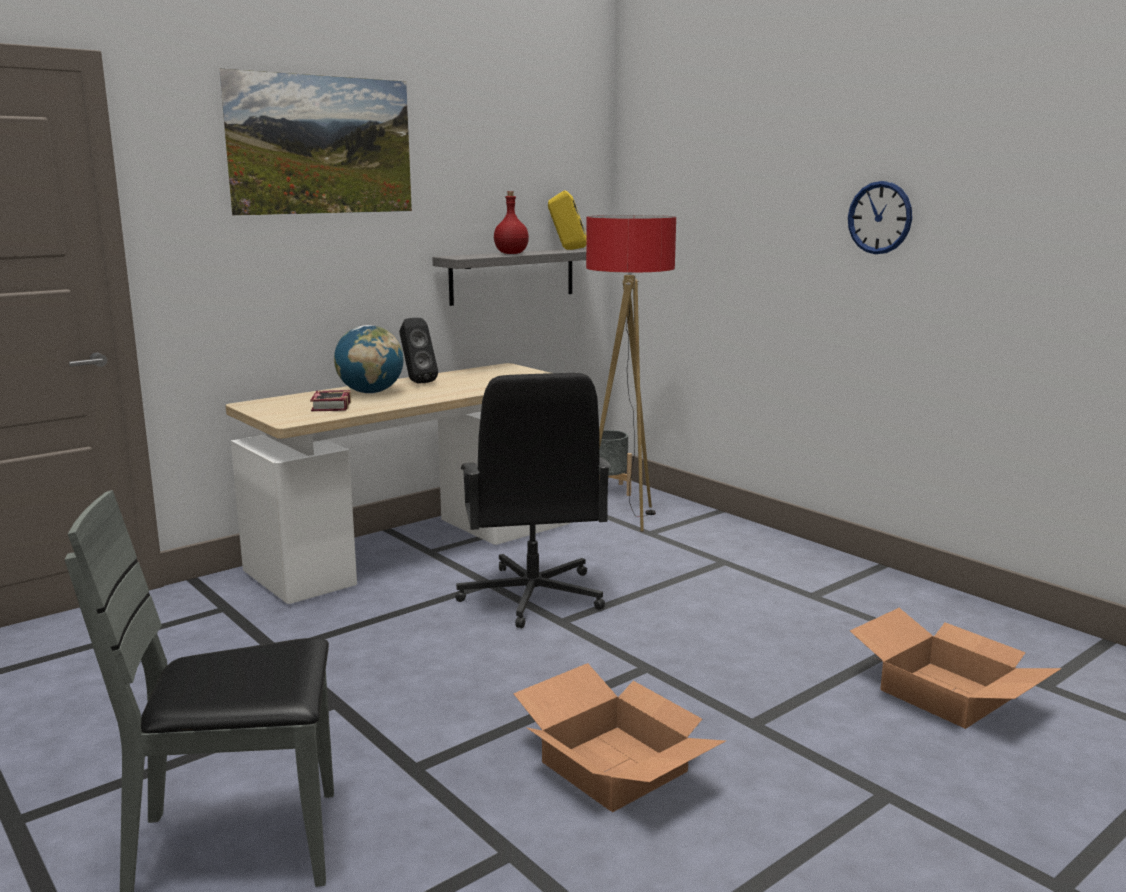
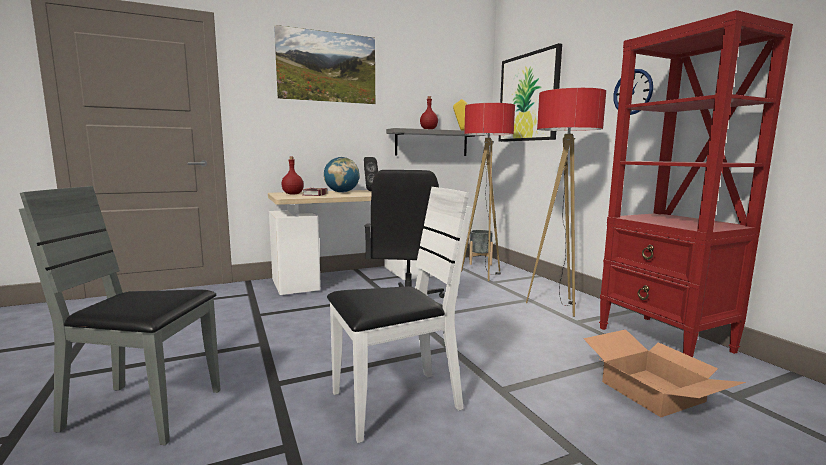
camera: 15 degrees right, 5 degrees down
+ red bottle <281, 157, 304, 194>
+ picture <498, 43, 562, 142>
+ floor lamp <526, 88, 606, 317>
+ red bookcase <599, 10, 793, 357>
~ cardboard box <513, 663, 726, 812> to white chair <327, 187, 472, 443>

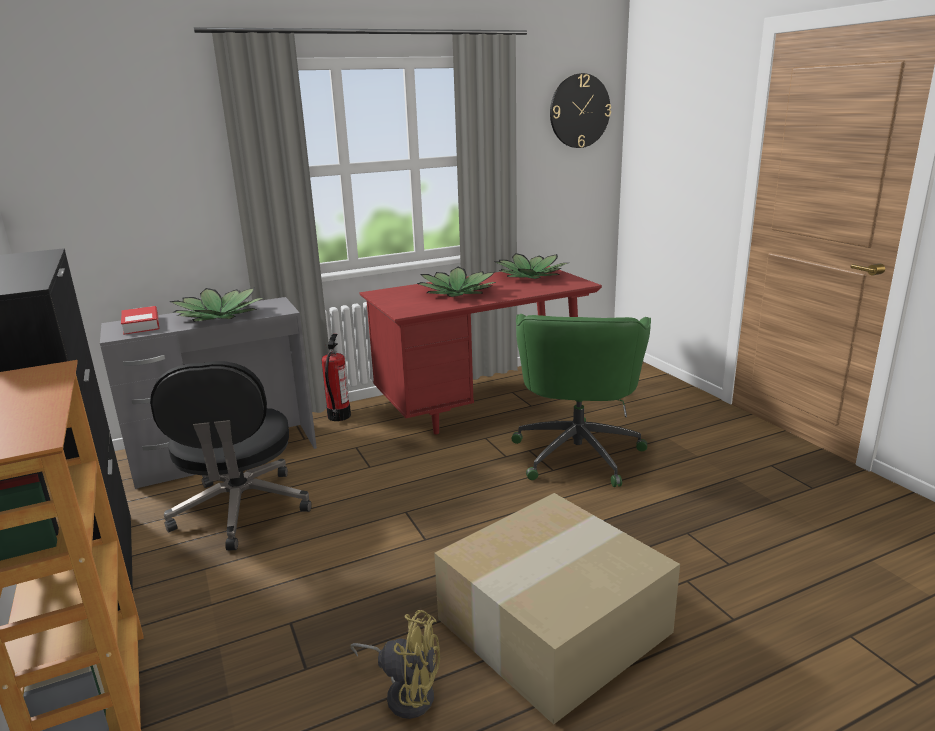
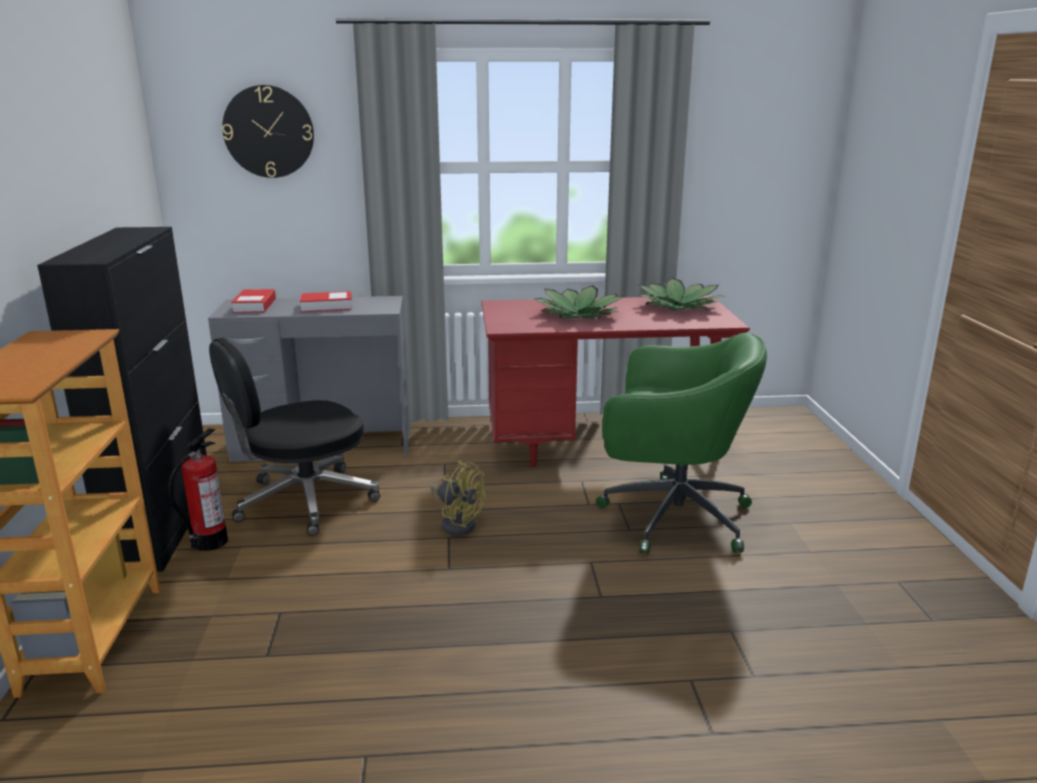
camera: 20 degrees right, 0 degrees up
- cardboard box <434, 493, 680, 725>
~ fire extinguisher <322, 334, 351, 421> to <168, 428, 228, 551>
~ yellow fan <350, 610, 440, 719> to <431, 461, 485, 536>
~ wall clock <550, 73, 611, 148> to <222, 85, 314, 178>
~ potted plant <169, 287, 265, 322> to book <300, 291, 352, 312>
~ black office chair <150, 361, 312, 551> = <209, 337, 380, 536> 45 degrees clockwise
~ green office chair <511, 314, 651, 487> = <596, 333, 767, 554> 105 degrees counterclockwise

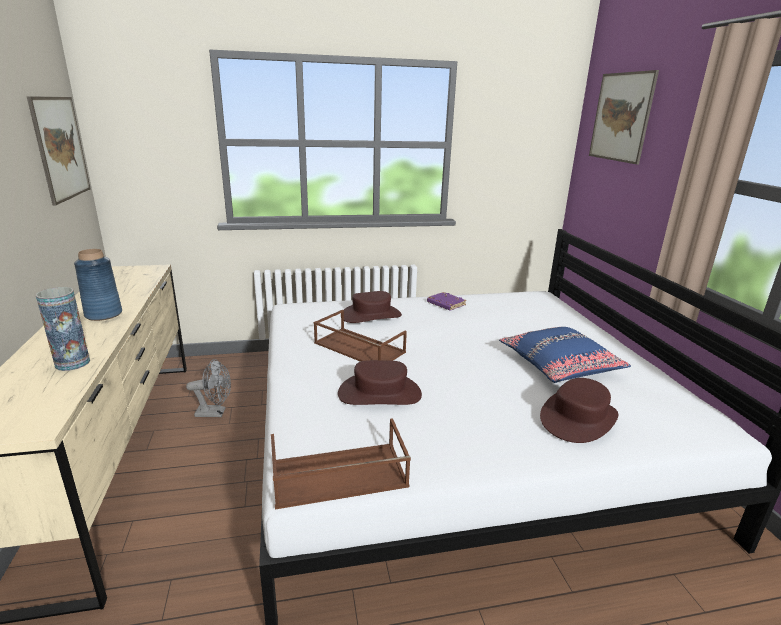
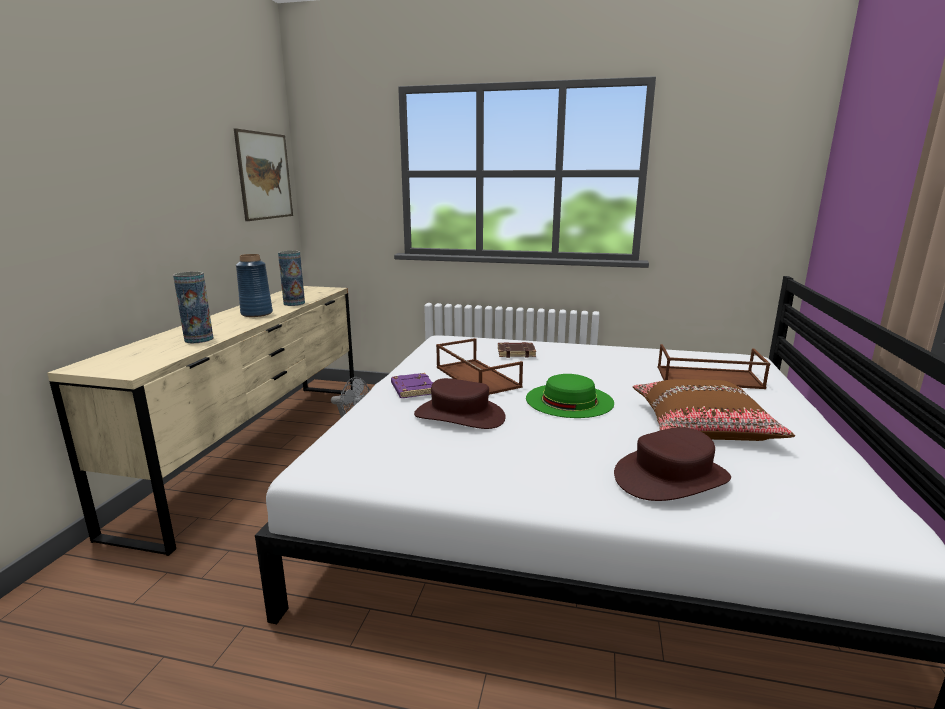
camera: 25 degrees right, 5 degrees down
- picture <589, 70, 659, 164>
+ vase <278, 251, 305, 306>
+ green hat <526, 374, 614, 418>
~ brown tray <271, 418, 411, 510> to <657, 344, 771, 389>
~ purple book <427, 292, 466, 311> to <391, 373, 433, 398>
~ brown hat <344, 291, 402, 323> to brown book <498, 342, 536, 358>
~ blue pillow <499, 327, 631, 383> to brown pillow <633, 379, 795, 441>

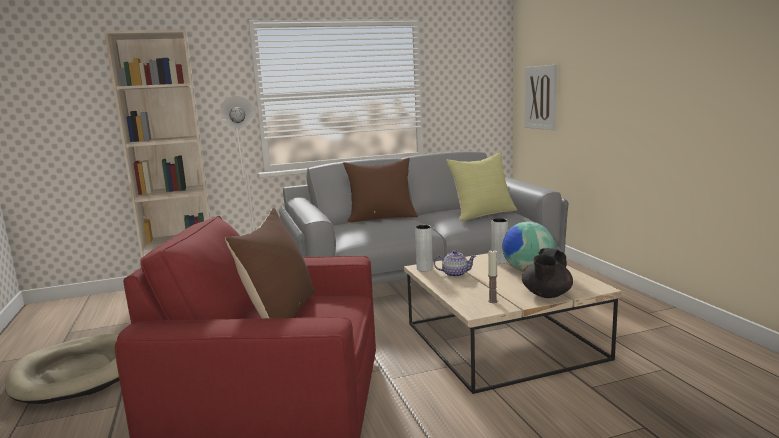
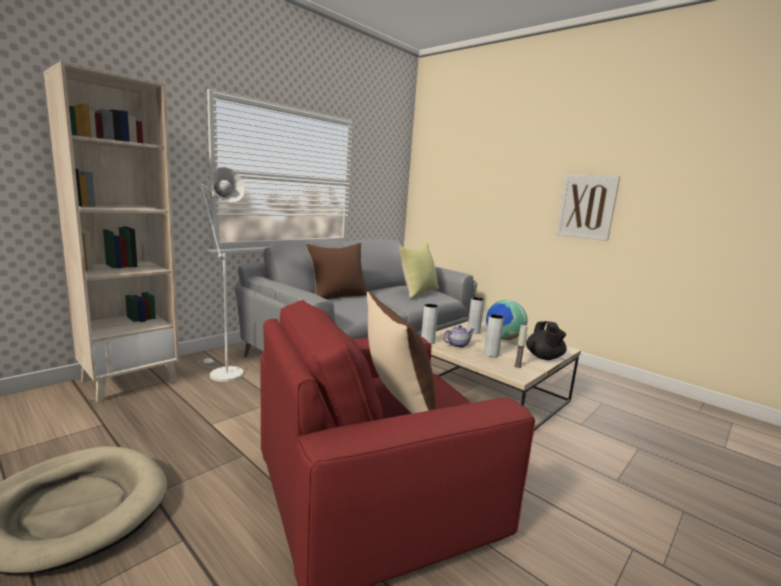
camera: 30 degrees left, 0 degrees up
+ grey vase <484, 314, 504, 357>
~ picture <525, 65, 557, 130> to <556, 174, 620, 241>

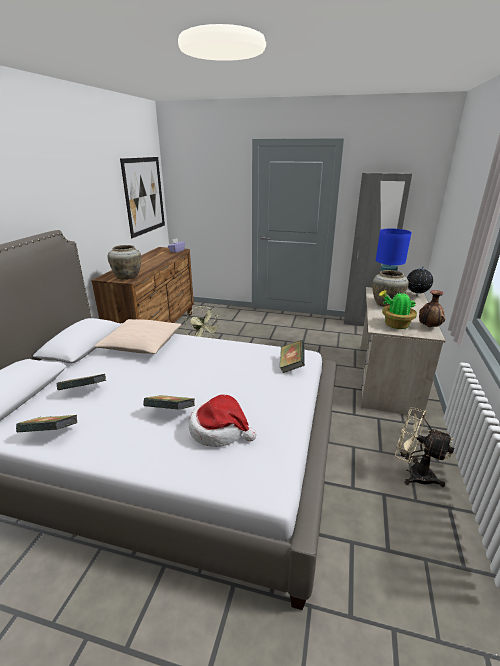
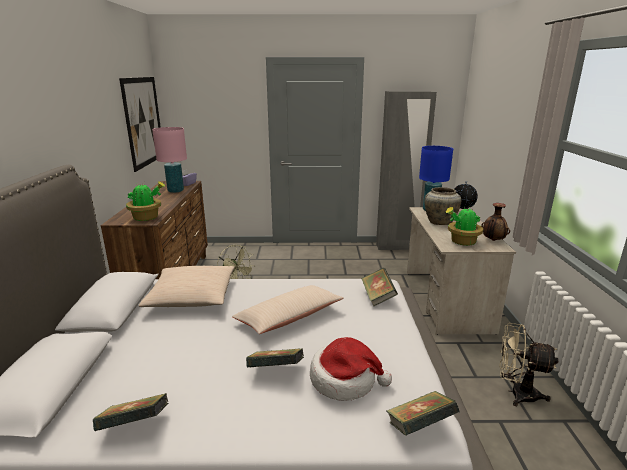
camera: 15 degrees left, 5 degrees down
+ pink table lamp <152, 127, 187, 193>
+ beige pillow <232, 285, 344, 334>
~ book <57, 374, 106, 390> to <387, 391, 459, 436>
~ beige vase <108, 245, 141, 279> to potted plant <126, 181, 165, 221>

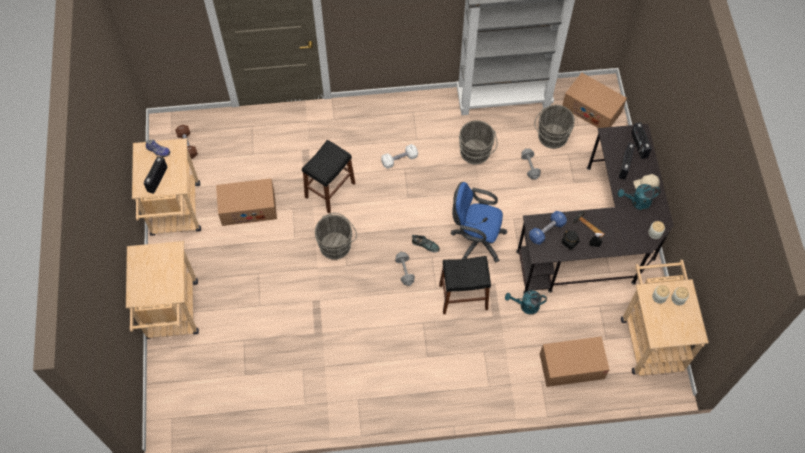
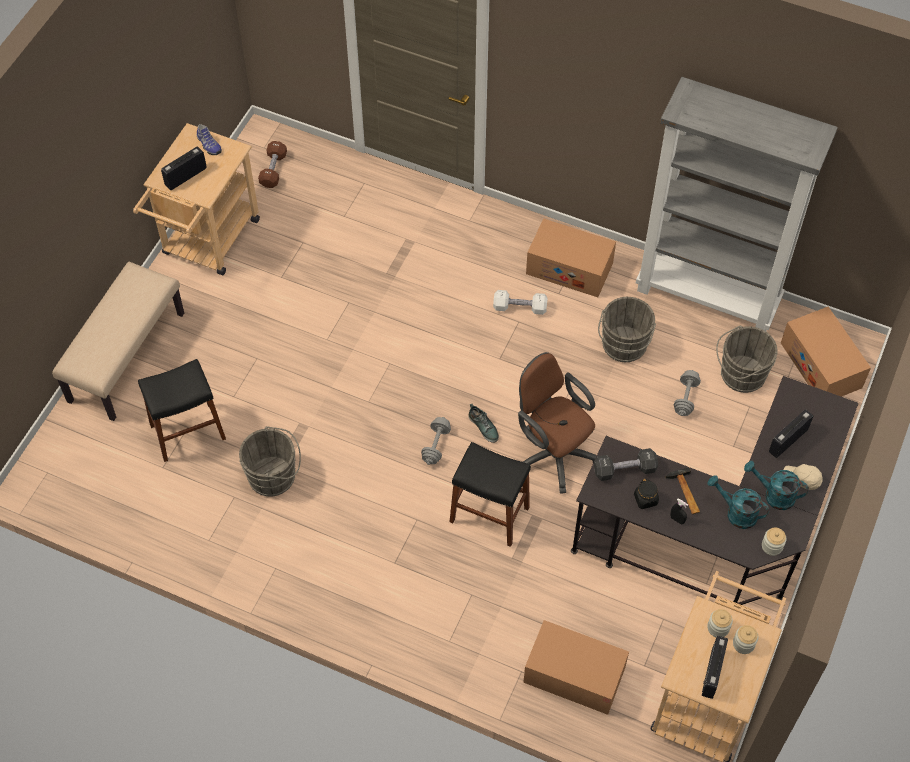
camera: 30 degrees right, 5 degrees down
~ cardboard box <216, 178, 277, 226> to <526, 218, 616, 297>
~ black stool <302, 140, 355, 214> to <138, 359, 226, 462>
~ grey bucket <315, 213, 357, 260> to <239, 426, 301, 496>
~ turquoise watering can <505, 290, 547, 315> to <707, 475, 769, 529>
~ radio <631, 122, 651, 159> to <702, 636, 728, 699>
~ beige cart <126, 241, 199, 339> to beige bench <52, 262, 184, 421>
~ blue office chair <451, 182, 507, 262> to brown office chair <518, 352, 596, 494>
~ blue dumbbell <529, 211, 567, 245> to black dumbbell <594, 448, 658, 481>

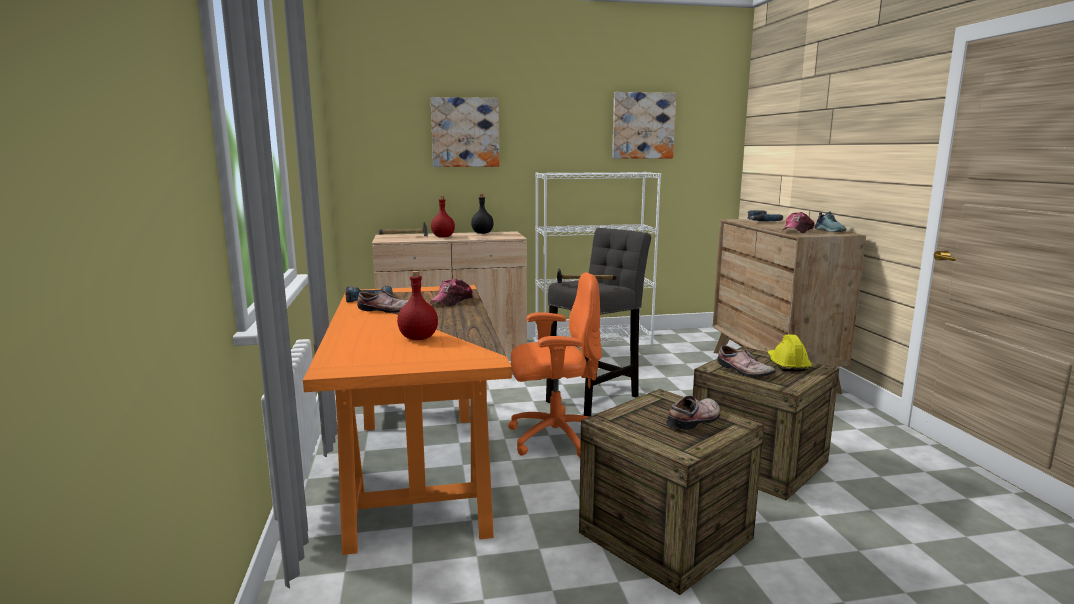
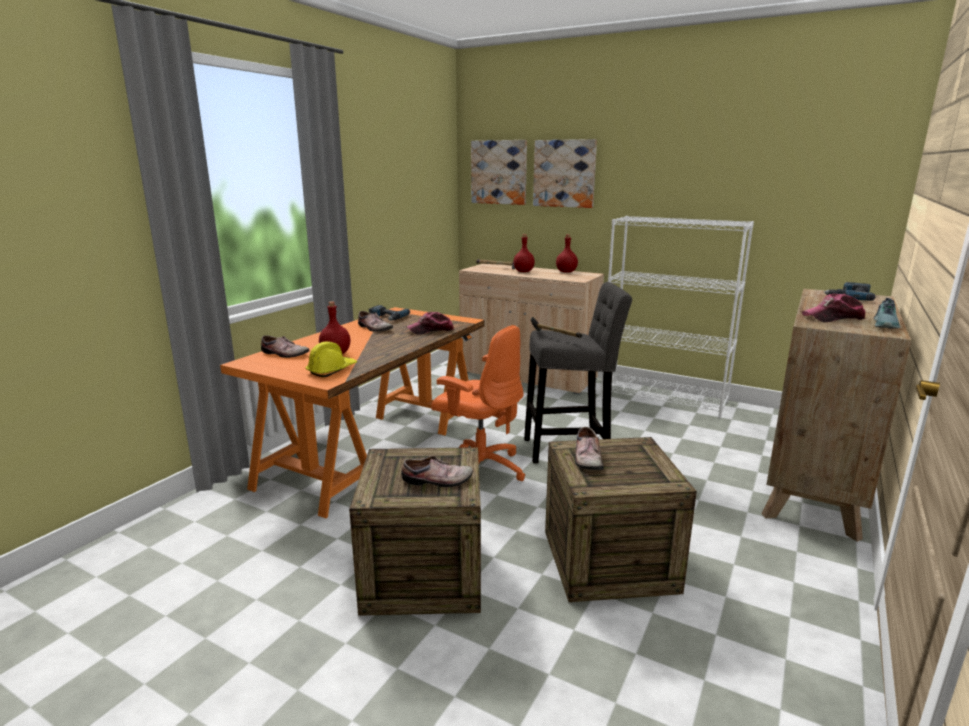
camera: 40 degrees right, 5 degrees up
+ shoe <261, 335, 310, 358>
~ picture <612, 92, 676, 159> to <471, 140, 527, 205>
~ yellow hard hat <768, 334, 812, 371> to <305, 341, 357, 377>
~ black bottle <471, 194, 494, 234> to red bottle <556, 234, 578, 273>

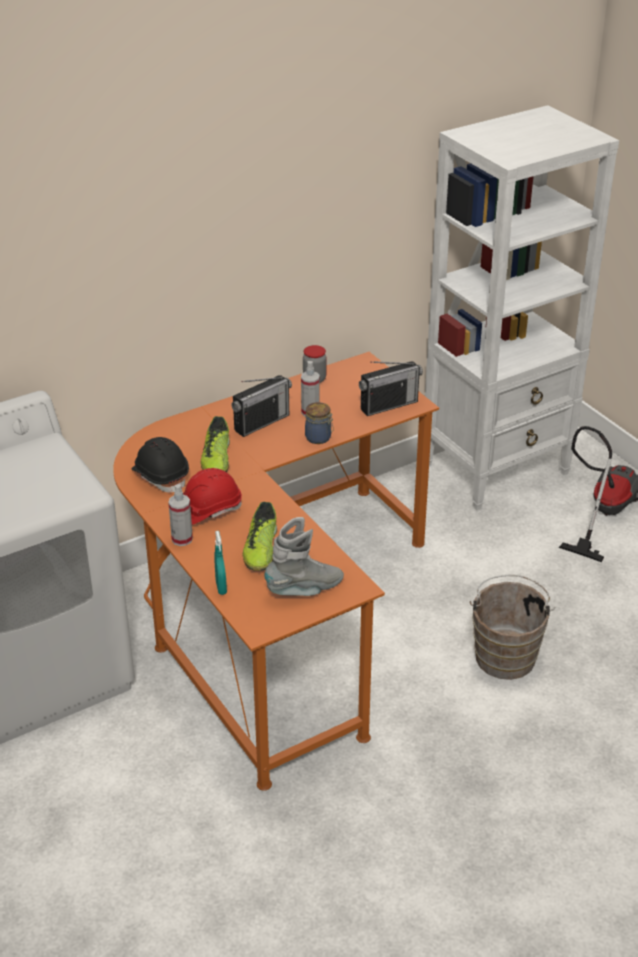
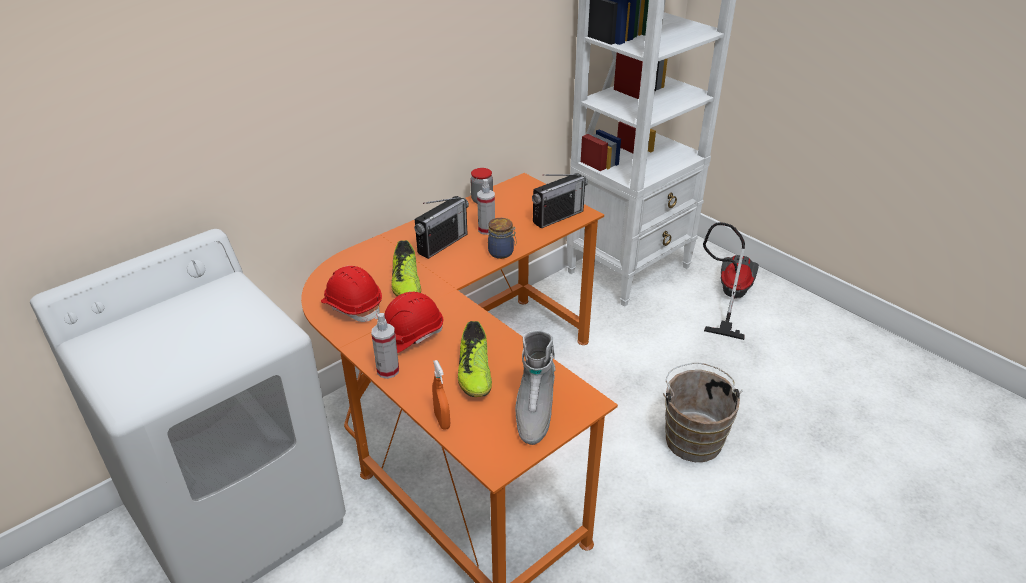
camera: 10 degrees left, 0 degrees up
~ black hard hat <132, 437, 189, 492> to red hard hat <321, 266, 382, 322>
~ turquoise spray bottle <214, 531, 227, 595> to orange spray bottle <432, 360, 450, 430>
~ grey boot <264, 517, 344, 596> = <515, 330, 556, 445> 135 degrees clockwise

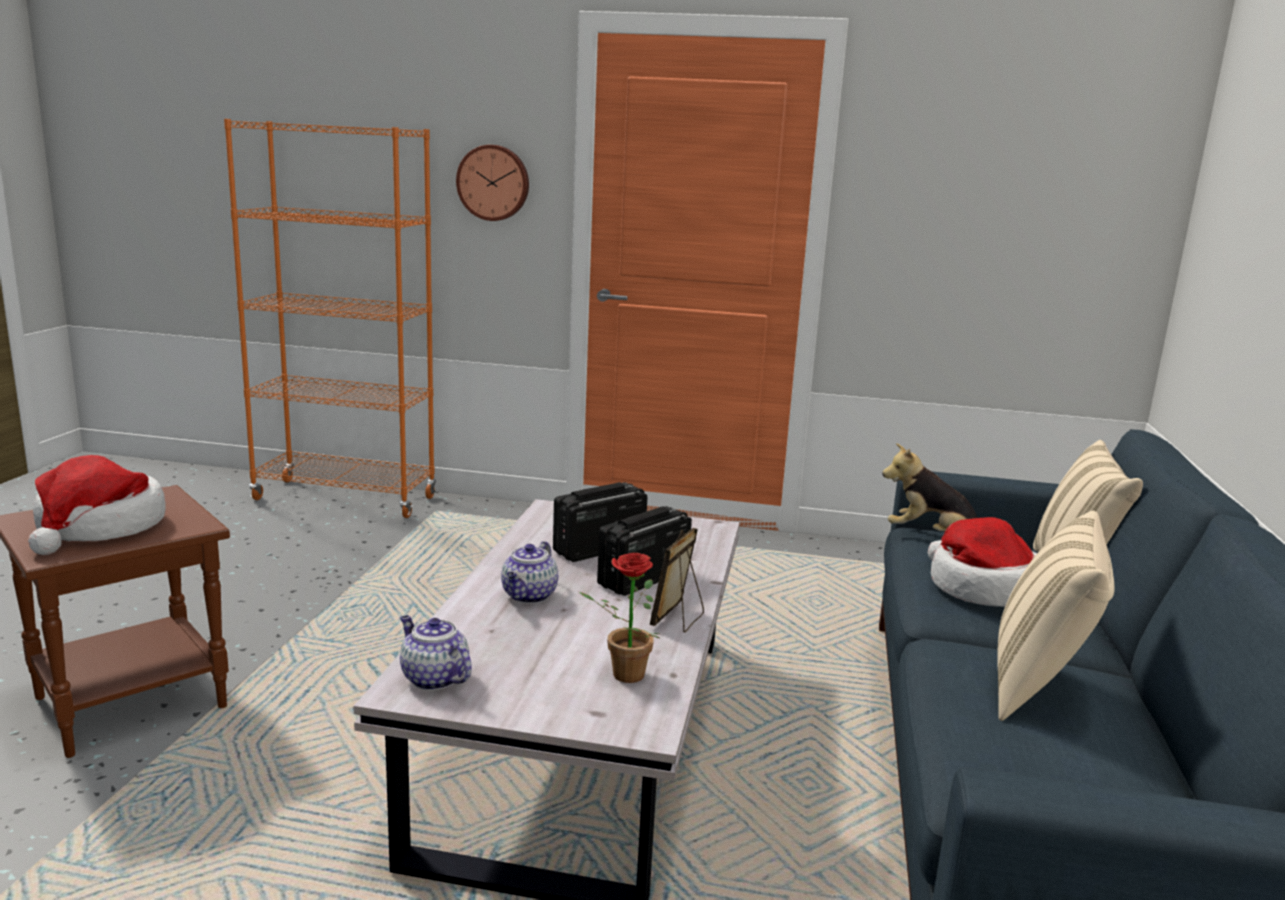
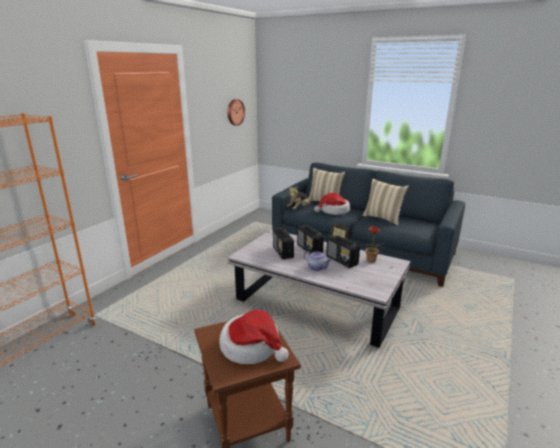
camera: 70 degrees left, 5 degrees up
- teapot <400, 615, 472, 691>
+ radio <326, 235, 360, 268>
~ wall clock <456, 145, 529, 221> to <228, 99, 245, 126>

